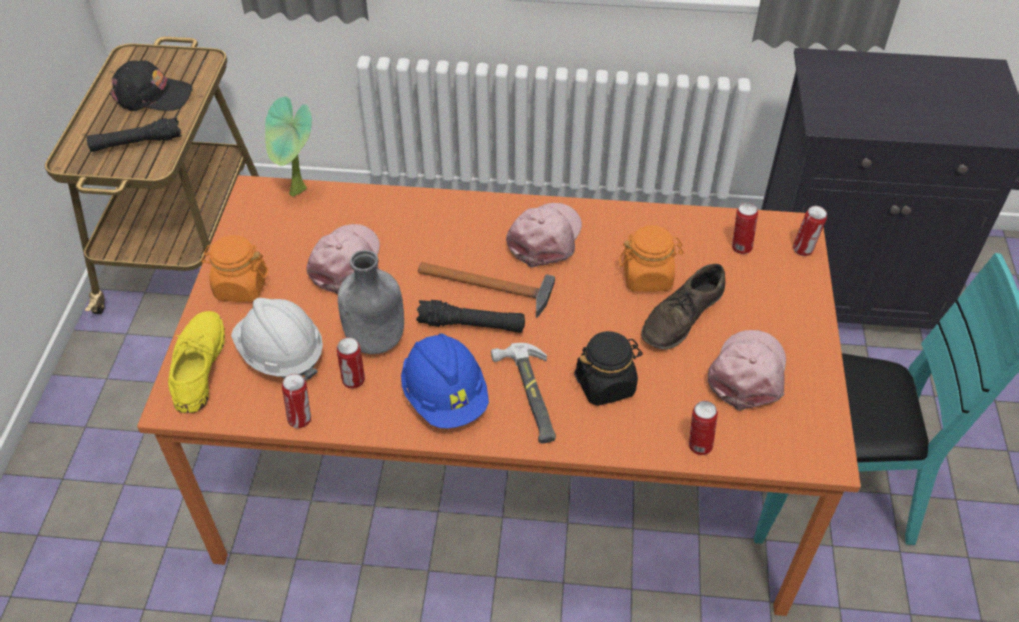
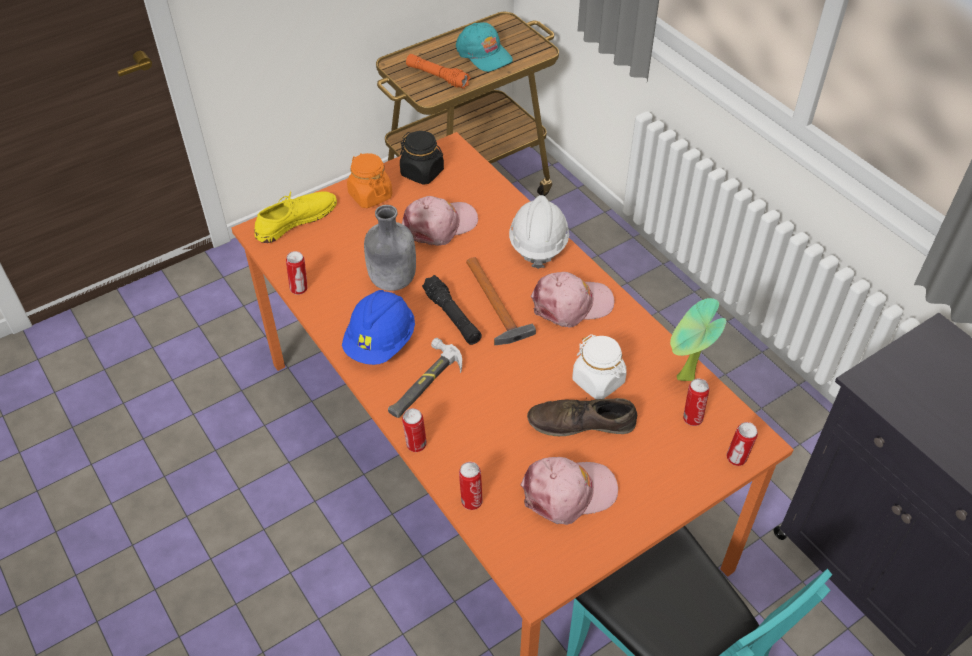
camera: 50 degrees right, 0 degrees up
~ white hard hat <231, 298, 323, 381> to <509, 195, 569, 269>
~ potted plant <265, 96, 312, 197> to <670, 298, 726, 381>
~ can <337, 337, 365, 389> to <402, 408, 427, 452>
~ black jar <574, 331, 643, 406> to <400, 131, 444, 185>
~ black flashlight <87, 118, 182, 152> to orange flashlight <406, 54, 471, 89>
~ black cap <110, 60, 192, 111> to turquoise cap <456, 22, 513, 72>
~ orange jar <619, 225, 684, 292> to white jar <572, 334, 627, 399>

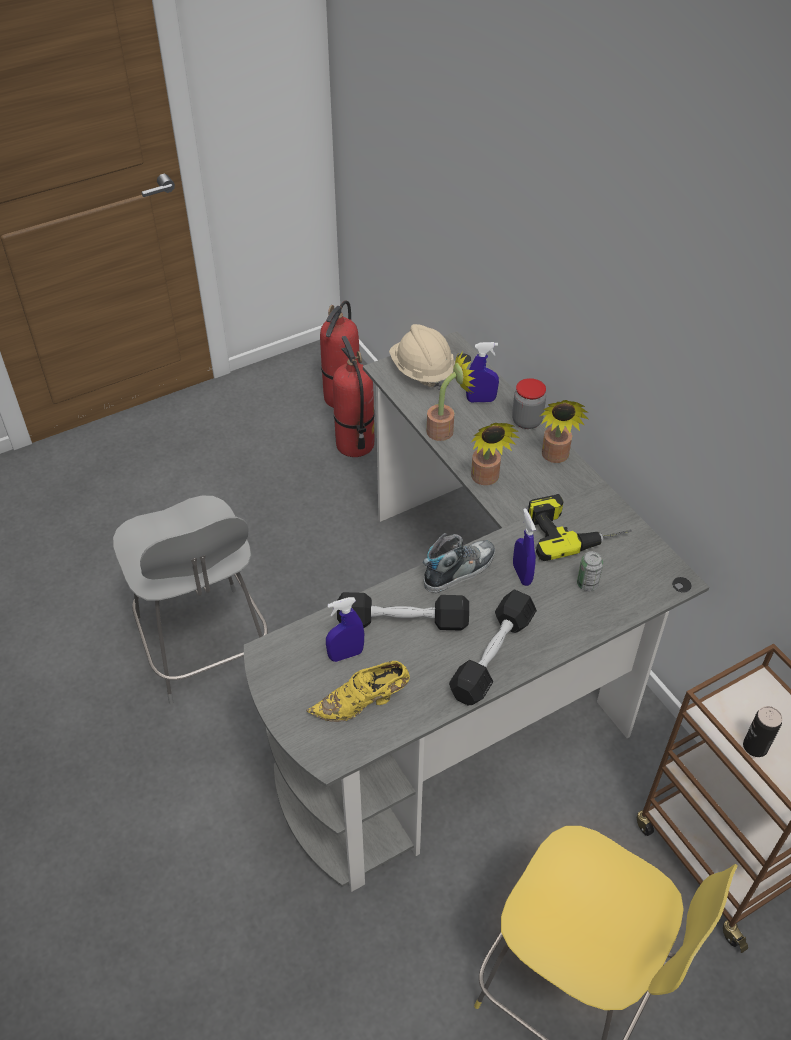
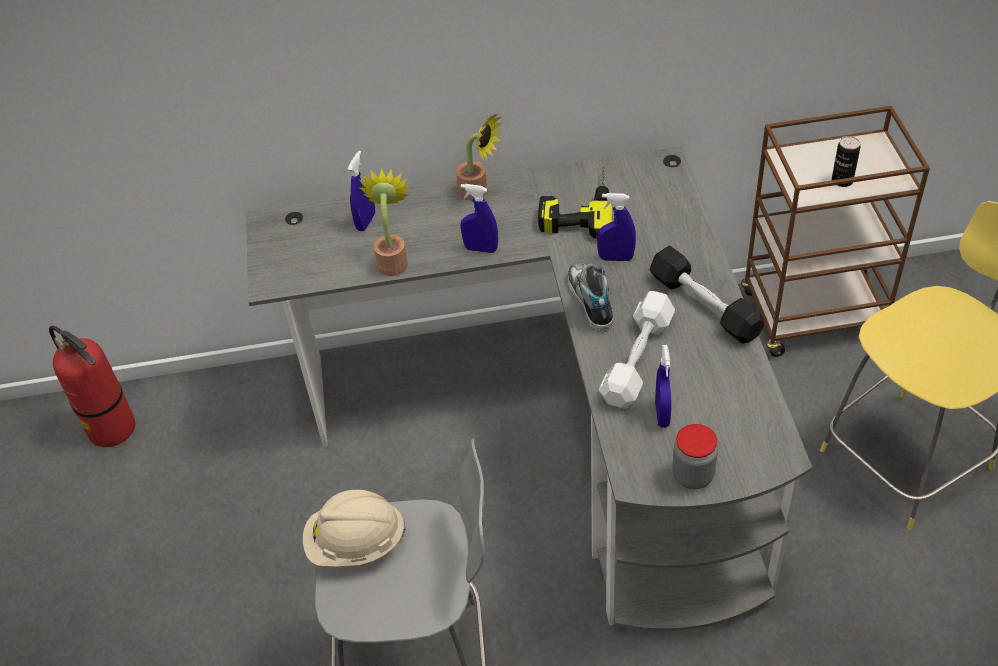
camera: 65 degrees left, 0 degrees up
- yellow shoe <306, 661, 410, 722>
- fire extinguisher <333, 336, 375, 457>
- can <577, 551, 603, 591>
~ beige hard hat <389, 324, 455, 390> to <303, 489, 406, 567>
~ jar <512, 378, 546, 429> to <672, 424, 718, 489>
~ potted plant <471, 423, 519, 485> to blue spray bottle <460, 184, 498, 253>
~ black dumbbell <337, 592, 469, 631> to white dumbbell <599, 291, 675, 409>

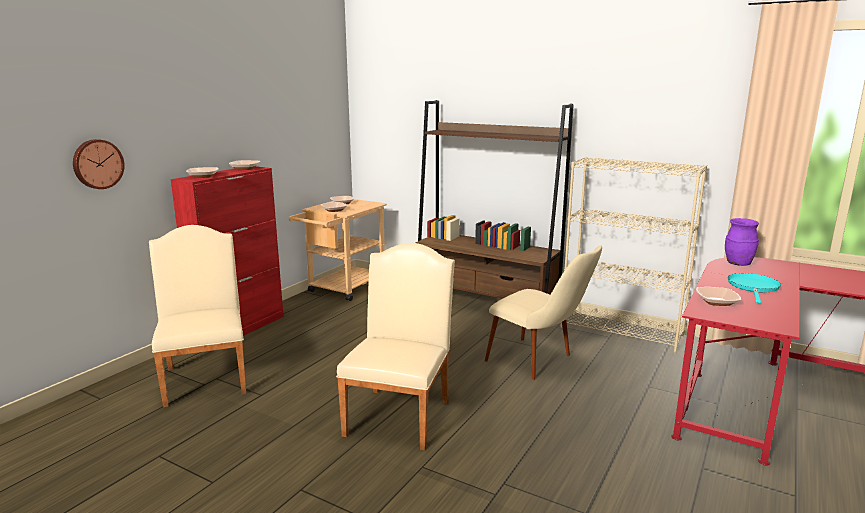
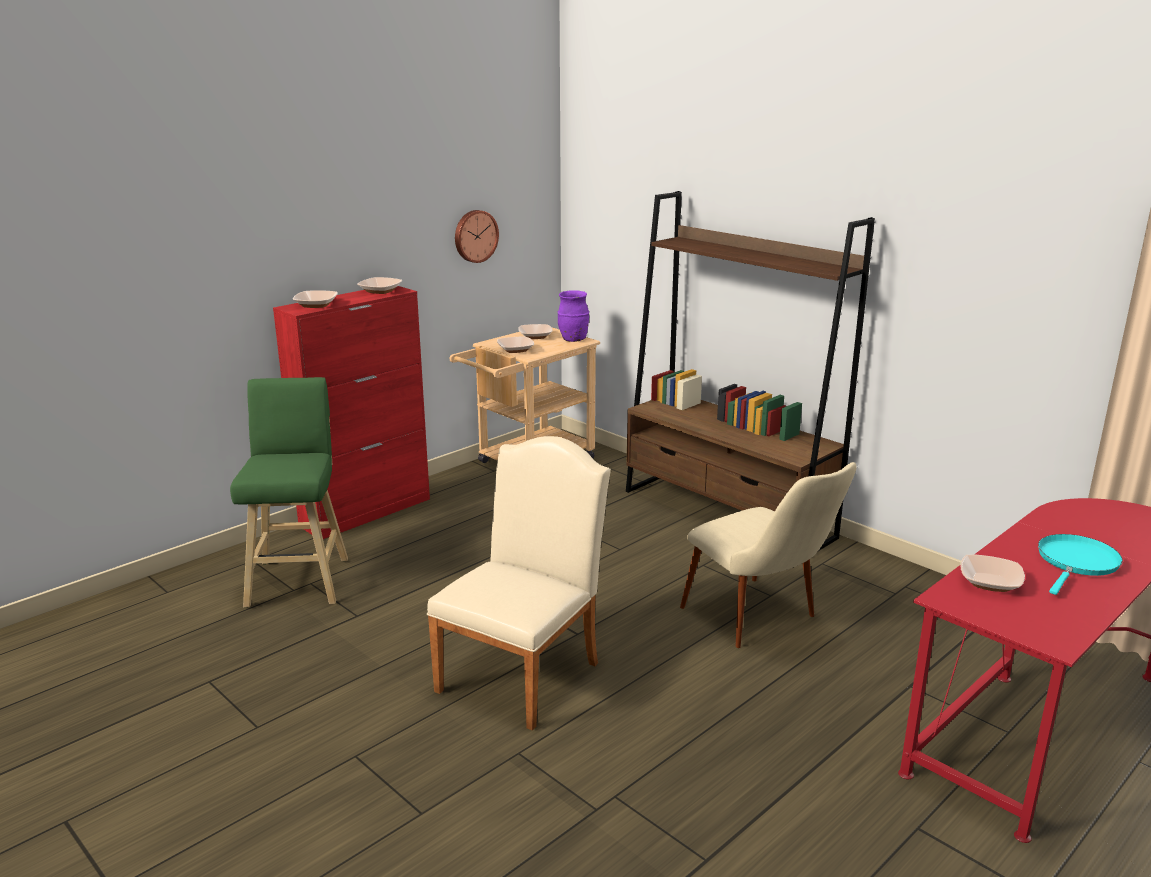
camera: 15 degrees right, 5 degrees up
- beige bookcase <561, 157, 707, 352>
~ wall clock <73, 139, 125, 189> to <455, 210, 499, 263>
~ purple vase <725, 218, 759, 266> to <558, 290, 589, 342>
~ beige chair <149, 225, 246, 407> to green stool <230, 377, 348, 608>

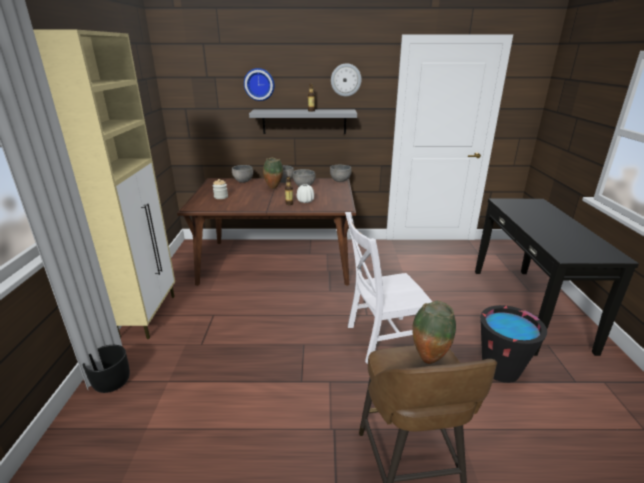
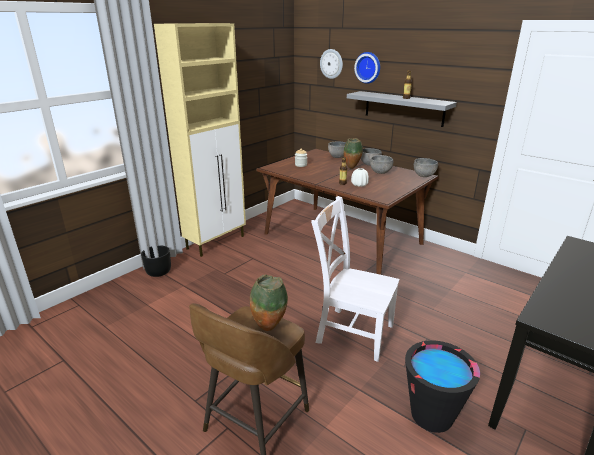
camera: 40 degrees right, 0 degrees up
~ wall clock <331, 63, 362, 96> to <320, 49, 343, 79>

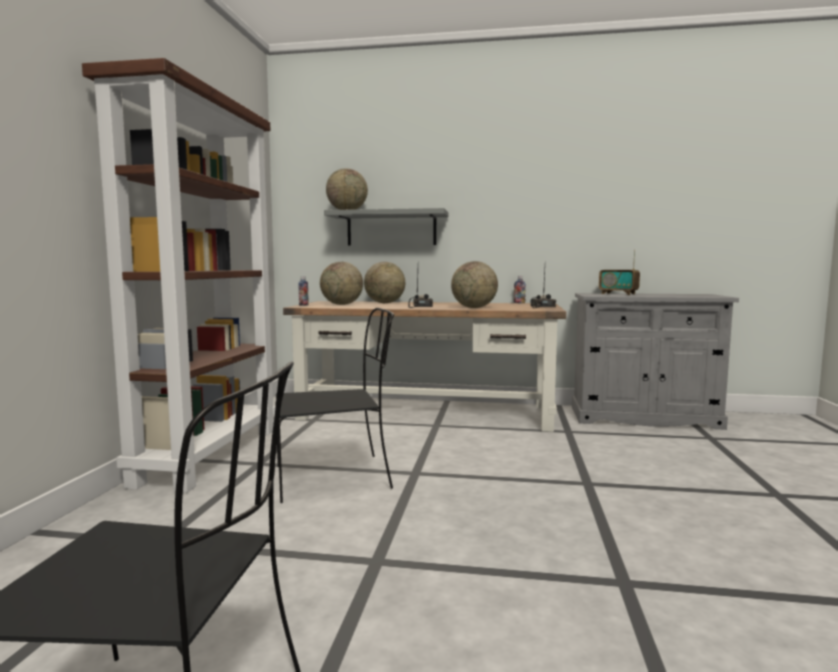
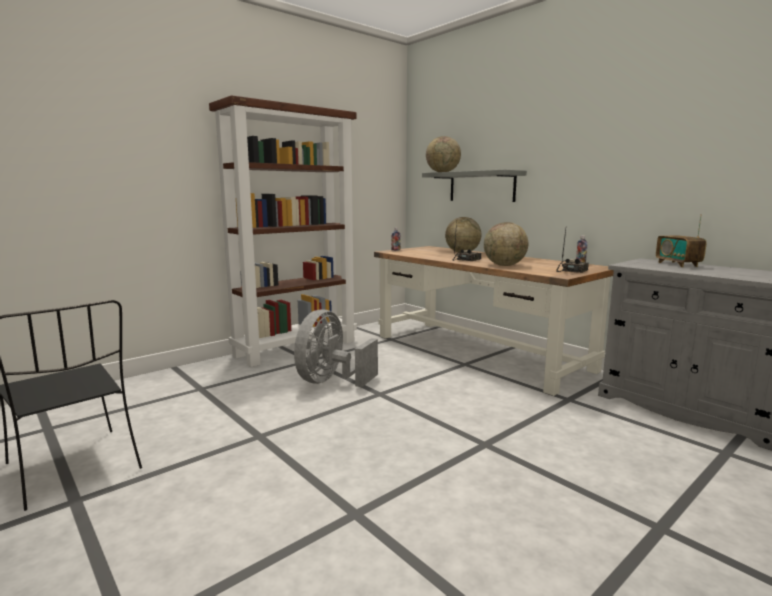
camera: 40 degrees right, 5 degrees up
- globe <320, 262, 363, 305>
~ black chair <275, 308, 394, 503> to grey fan <294, 309, 378, 387>

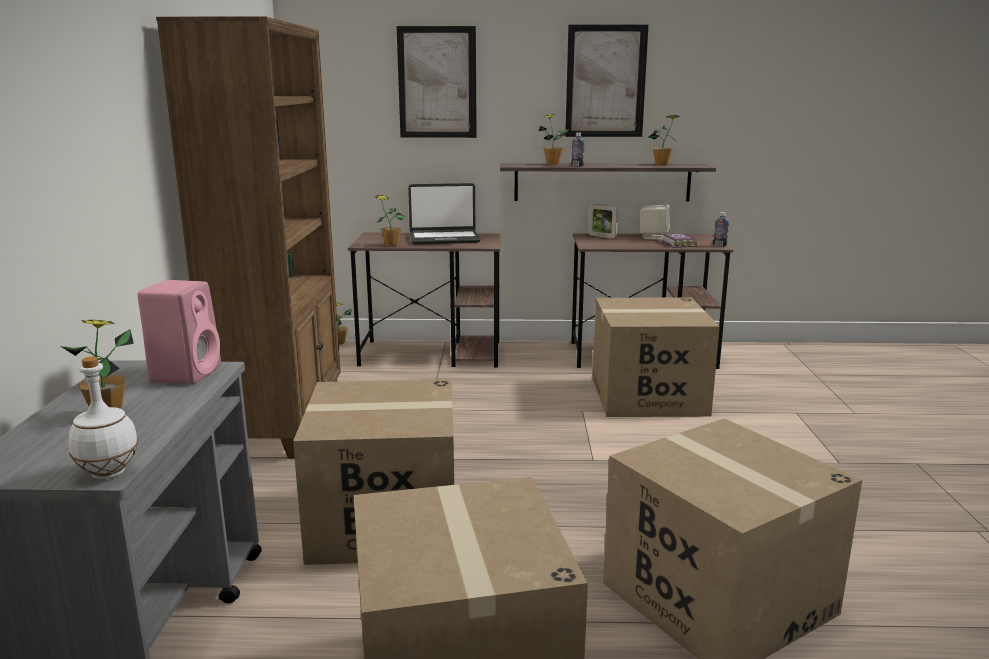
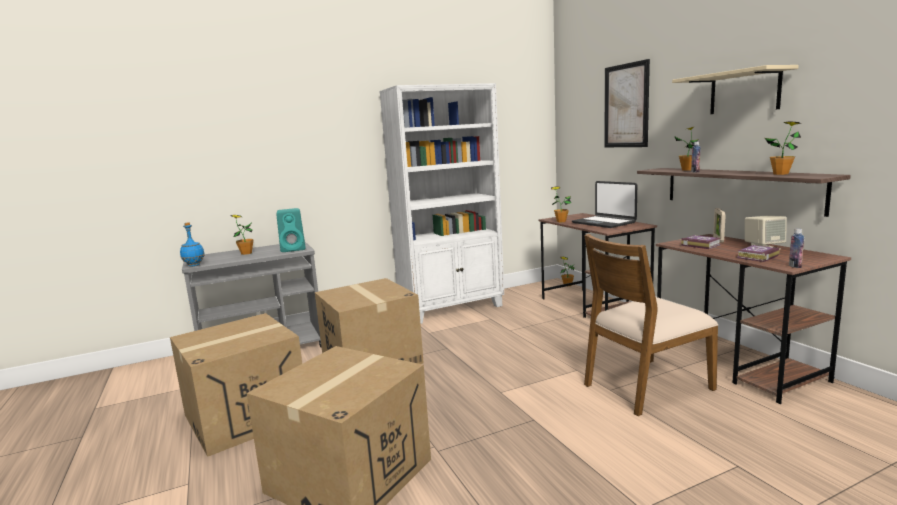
camera: 65 degrees right, 5 degrees down
+ book <681, 235, 721, 249>
~ picture <565, 24, 649, 137> to beige shelf <672, 65, 799, 114>
~ cardboard box <592, 297, 720, 417> to brown chair <584, 234, 719, 416>
~ white bottle <68, 357, 138, 479> to blue bottle <180, 222, 205, 266>
~ pink speaker <138, 280, 221, 384> to turquoise speaker <276, 208, 306, 252>
~ brown bookcase <156, 16, 341, 459> to white bookcase <379, 83, 504, 324>

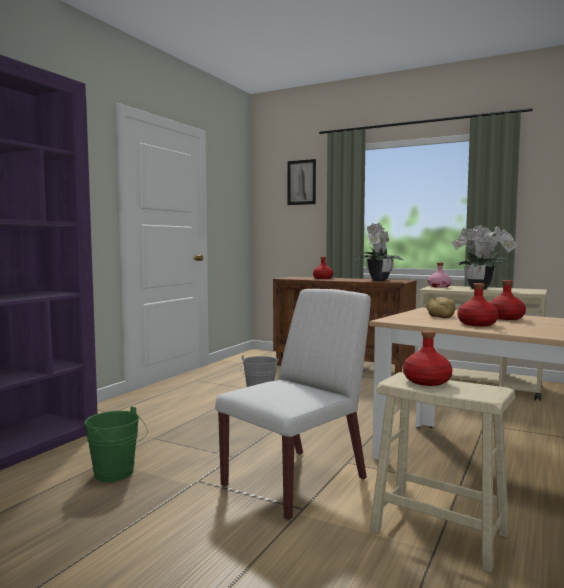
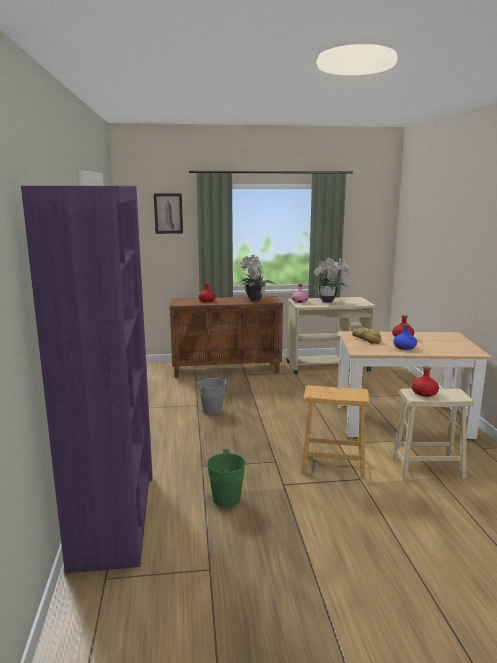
camera: 35 degrees left, 10 degrees up
~ white chair <215, 289, 371, 521> to brown stool <302, 385, 370, 479>
~ red bottle <458, 283, 499, 326> to blue bottle <393, 324, 417, 350>

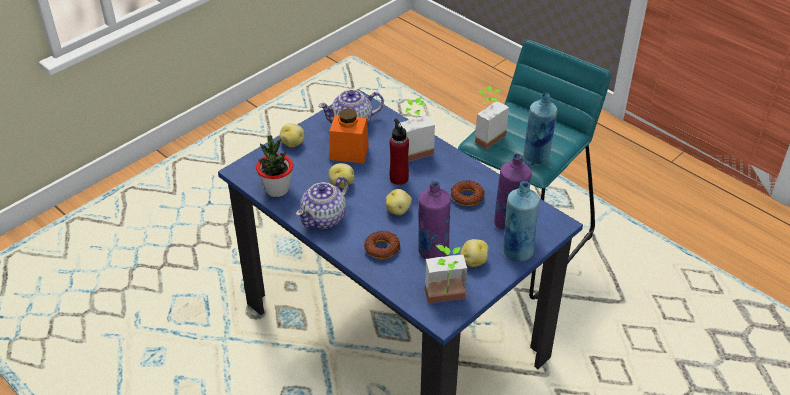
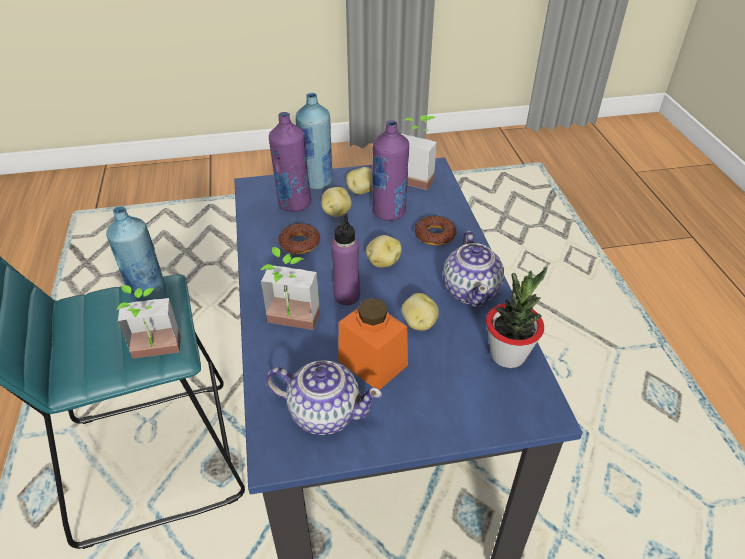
camera: 145 degrees left, 0 degrees up
~ potato <280, 123, 304, 147> to <321, 187, 352, 217>
~ red bottle <390, 119, 409, 185> to purple bottle <331, 214, 360, 305>
~ teapot <296, 176, 349, 229> = <443, 231, 504, 308> 105 degrees clockwise

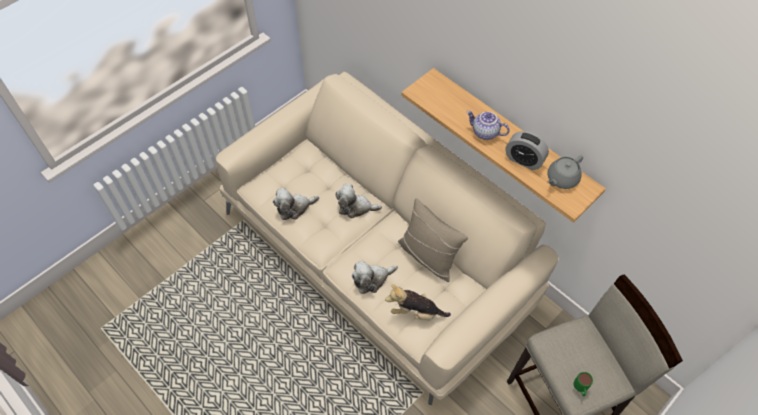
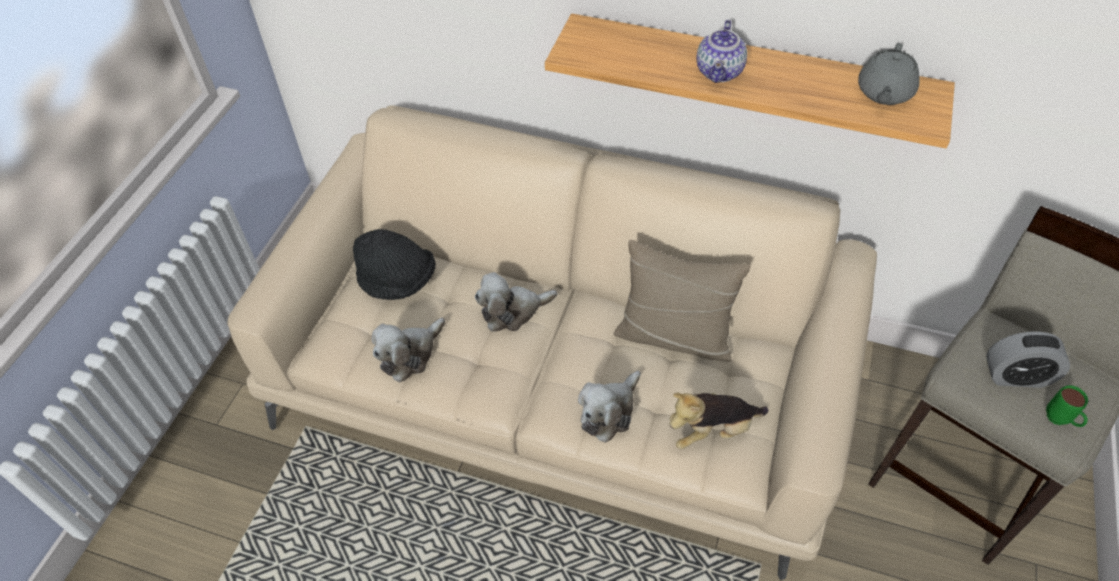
camera: 25 degrees left, 5 degrees down
+ black hat <353, 229, 436, 300>
~ alarm clock <505, 131, 549, 170> to <986, 331, 1070, 388>
~ teapot <466, 111, 509, 140> = <696, 20, 747, 83> 75 degrees counterclockwise

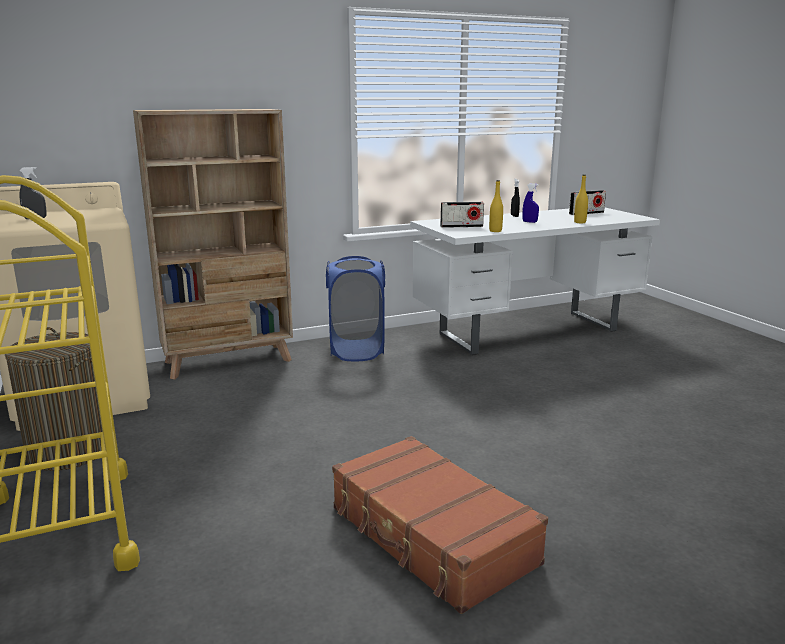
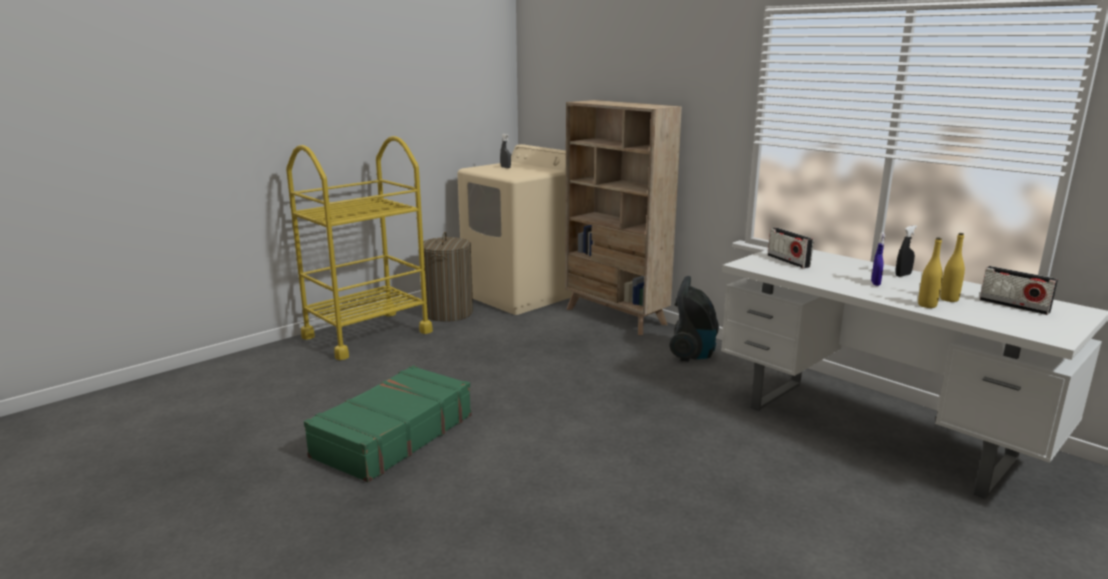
camera: 70 degrees right, 0 degrees up
~ yellow bottle <489, 180, 503, 232> to <940, 233, 965, 302>
~ blue laundry basket <326, 256, 385, 361> to vacuum cleaner <669, 276, 719, 361>
~ brown suitcase <332, 436, 548, 614> to green suitcase <304, 365, 472, 482>

